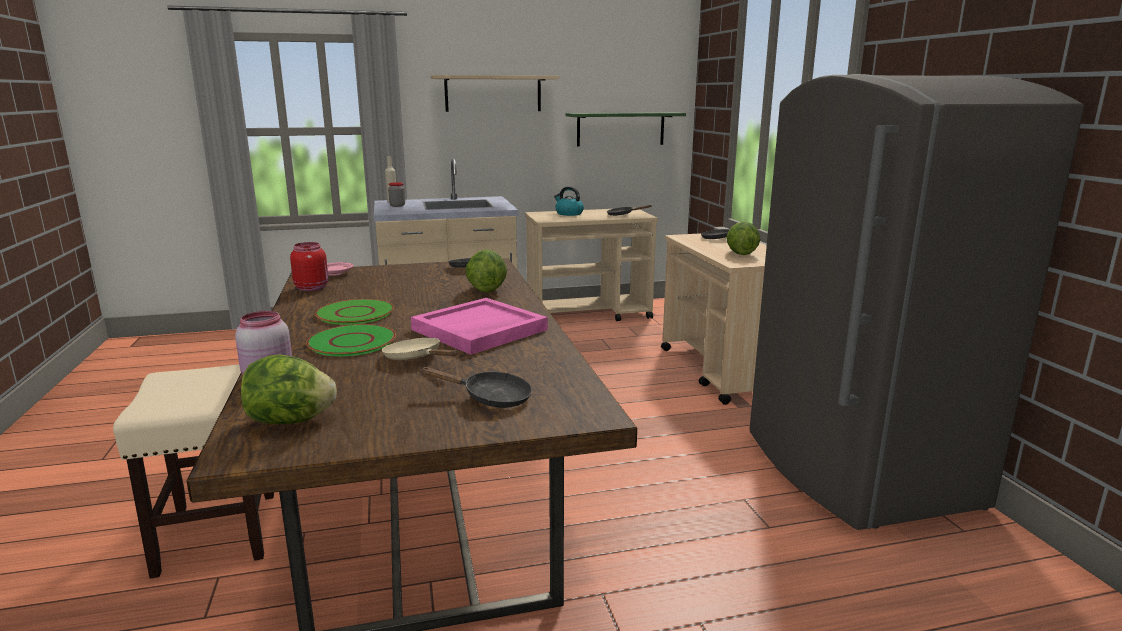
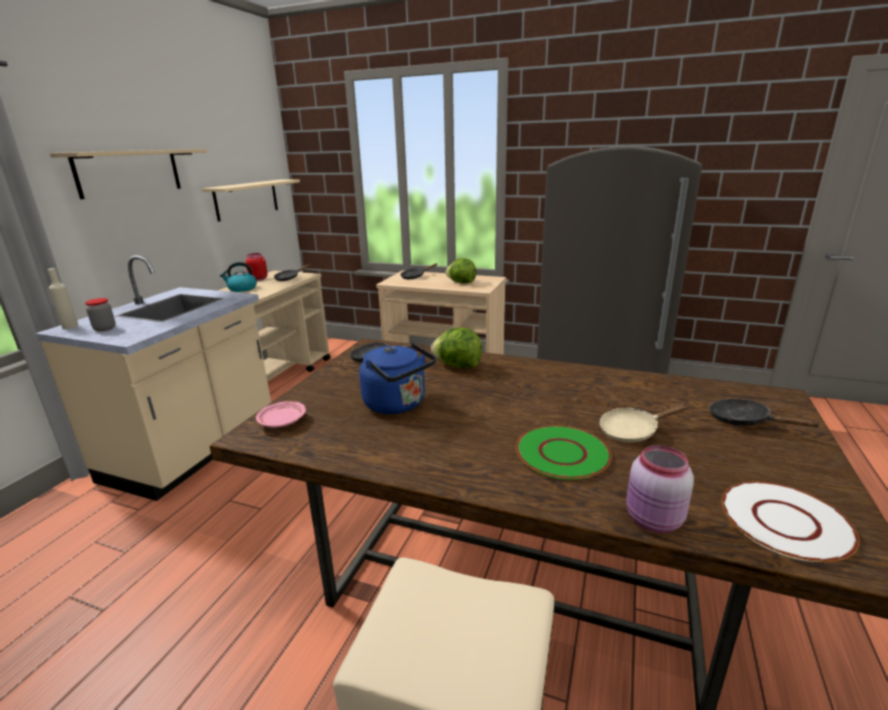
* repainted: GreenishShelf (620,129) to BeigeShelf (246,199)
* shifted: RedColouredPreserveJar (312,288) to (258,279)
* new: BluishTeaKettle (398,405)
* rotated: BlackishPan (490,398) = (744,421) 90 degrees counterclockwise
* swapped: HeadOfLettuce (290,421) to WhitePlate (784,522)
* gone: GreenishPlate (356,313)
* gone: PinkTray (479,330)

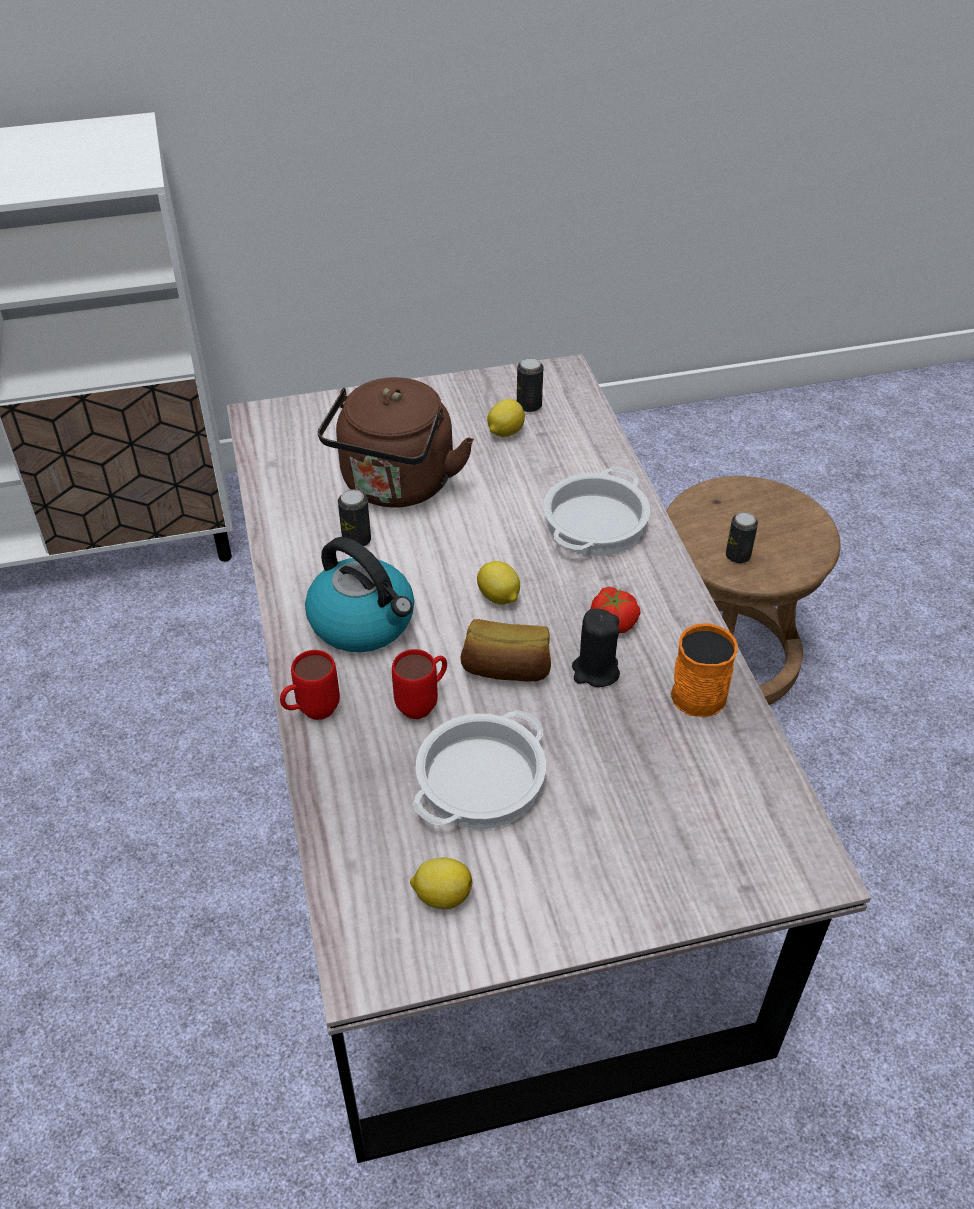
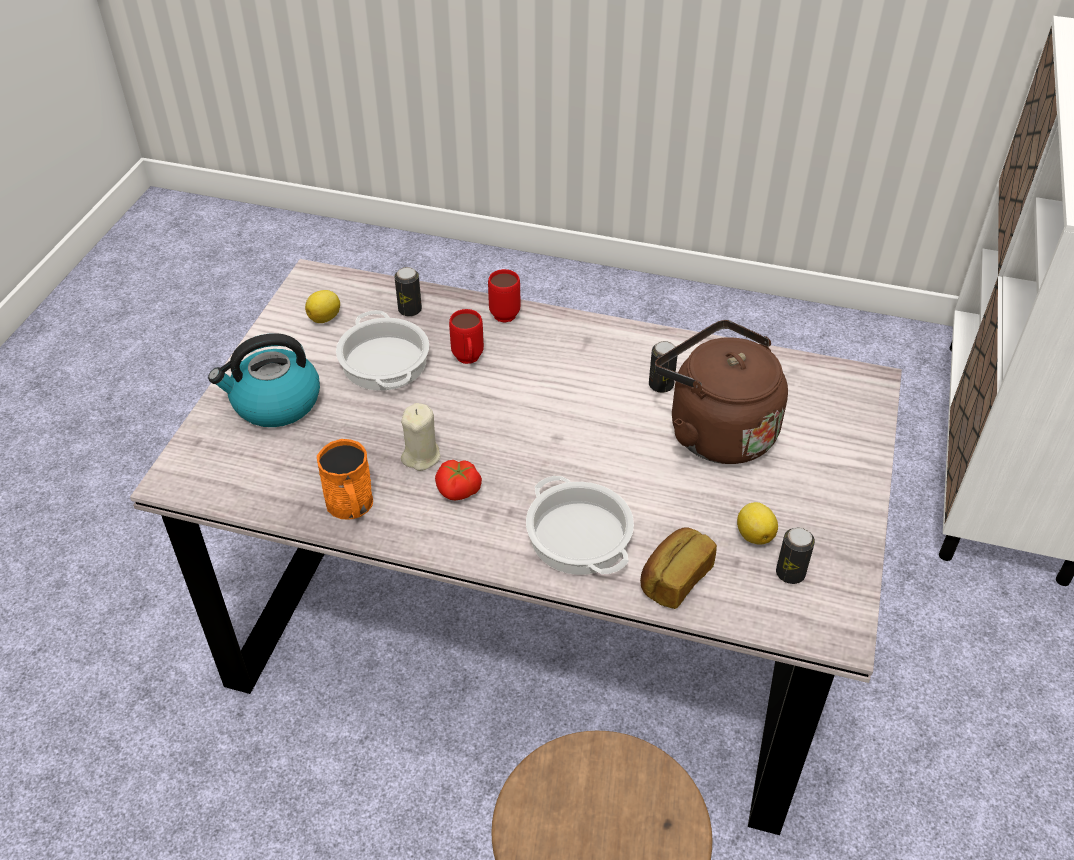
* shifted: TeaKettle (364,622) to (275,403)
* shifted: MetalCan (738,556) to (410,310)
* repainted: BlackishCandle (595,671) to BeigeCandle (421,456)
* shifted: BakedBread (506,669) to (674,578)
* gone: CitrusFruit (499,598)

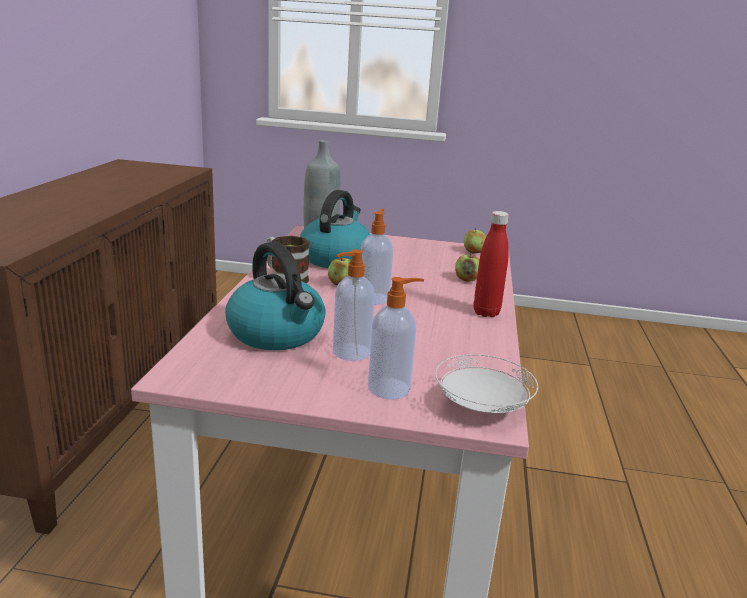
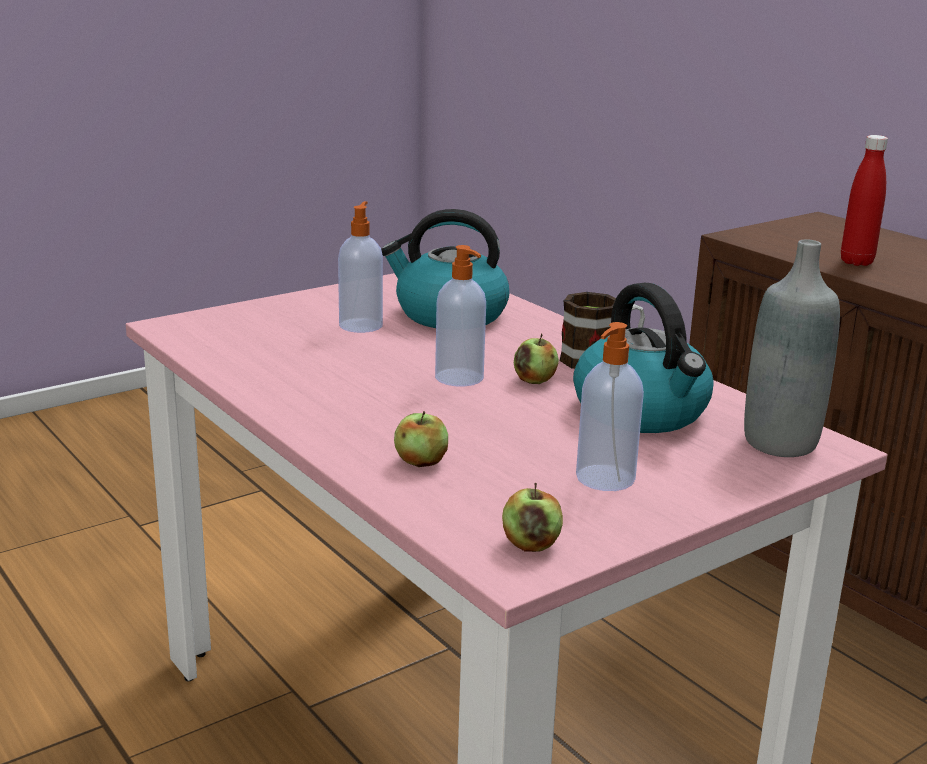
* shifted: LiquidSoapBottle (390,388) to (604,479)
* shifted: RedColouredBottle (486,313) to (856,262)
* gone: WhitePlate (482,407)

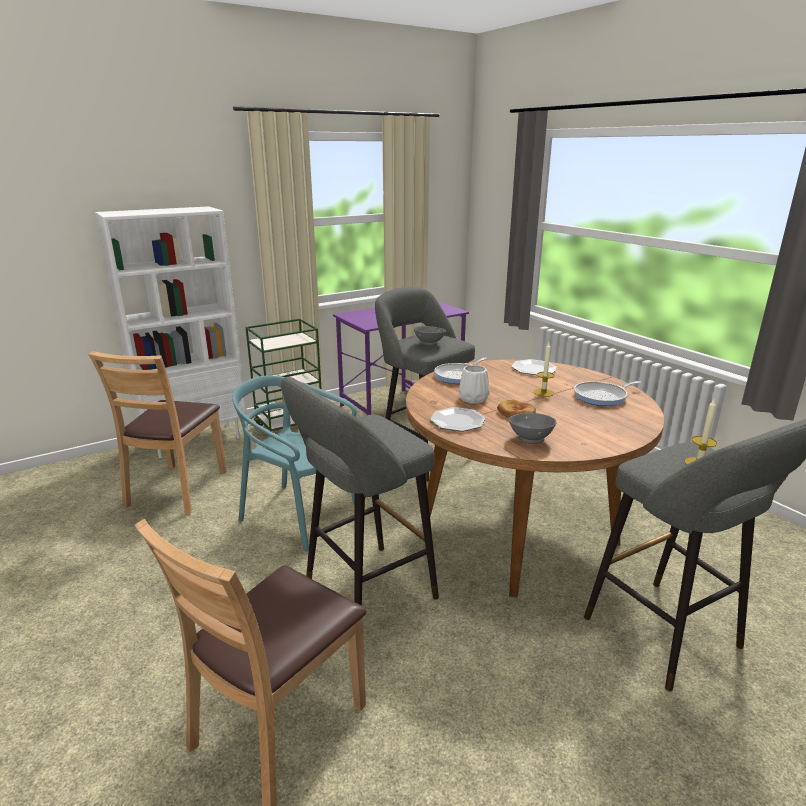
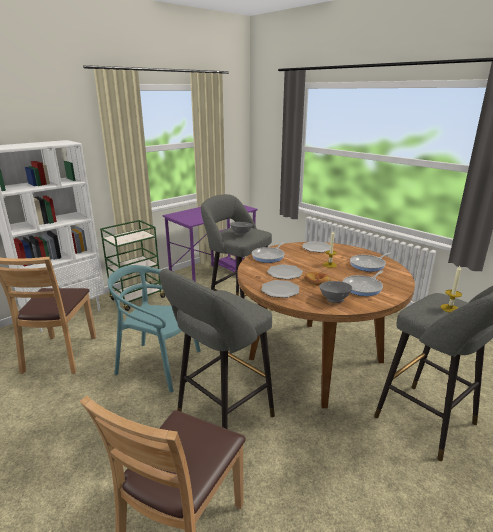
* swapped: WhiteFlowerVase (473,399) to Plate (284,273)
* new: Pan (363,287)

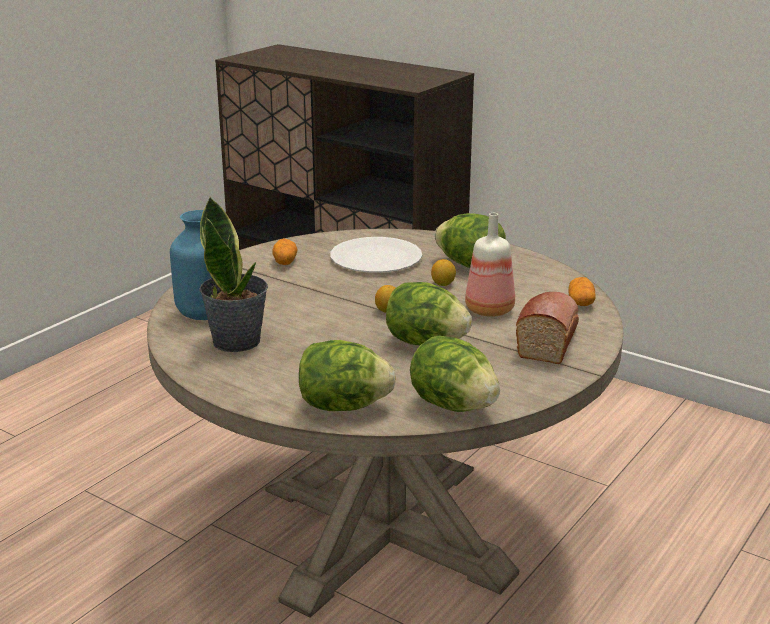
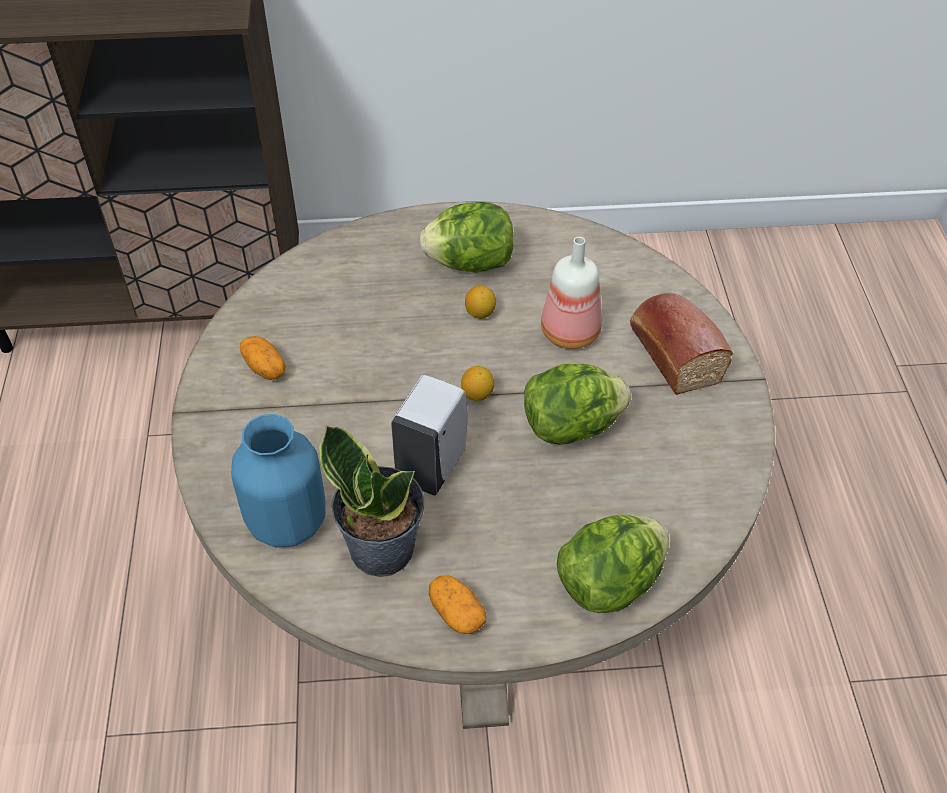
* new: WhiteLiquidSoapBottle (432,465)
* shifted: Potato (580,302) to (456,613)
* gone: WhitePlate (375,258)
* gone: HeadOfLettuce (453,405)

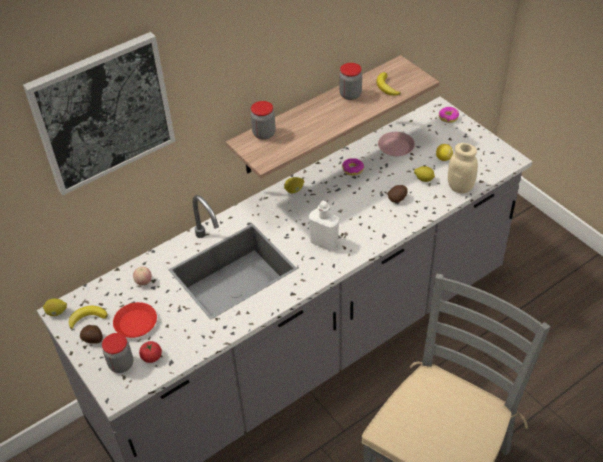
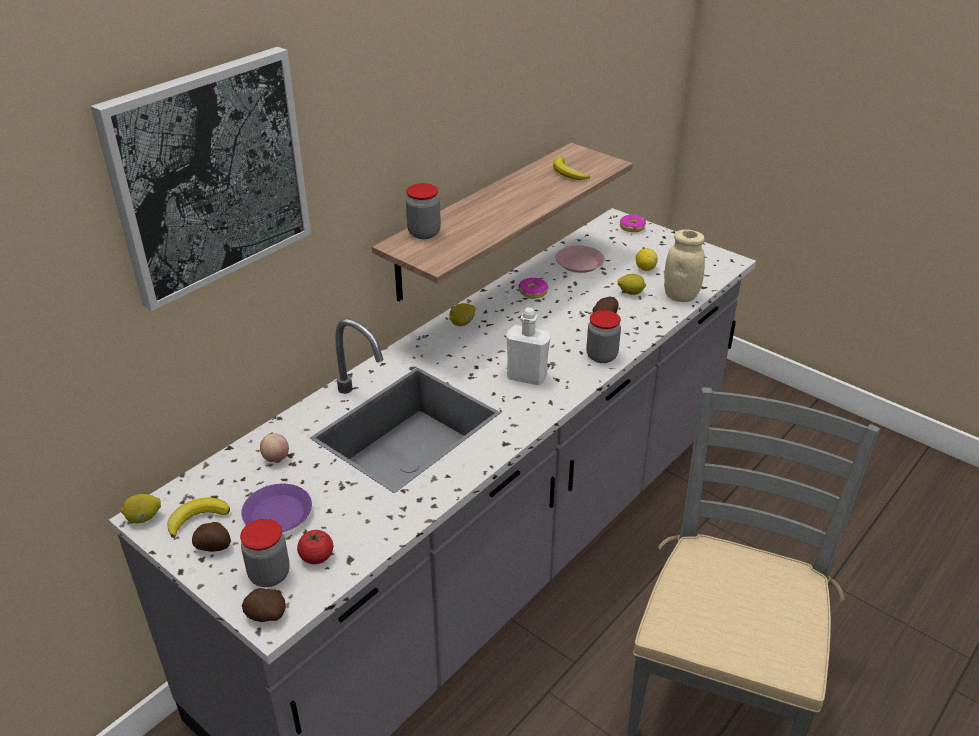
* repainted: RedColouredPlate (136,323) to PurplePlate (278,514)
* new: Potato (265,615)
* shifted: PreserveJar (350,95) to (601,356)

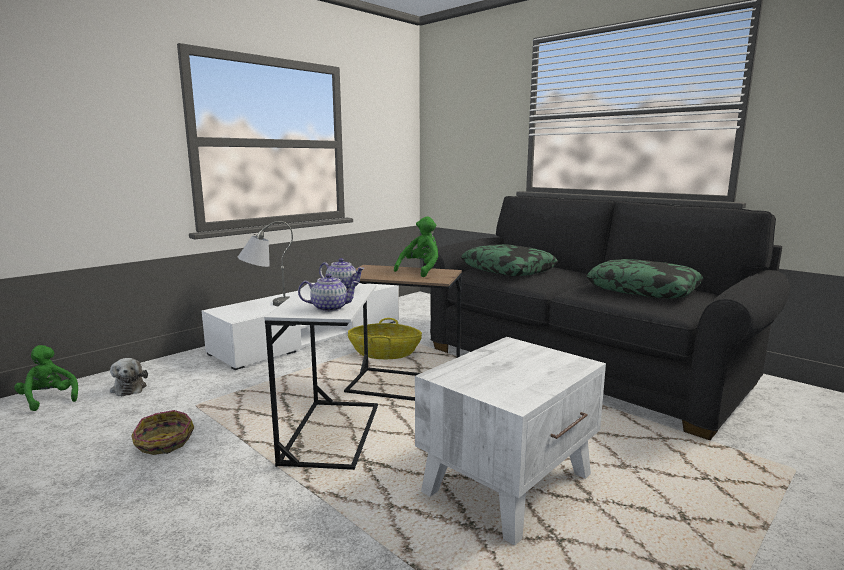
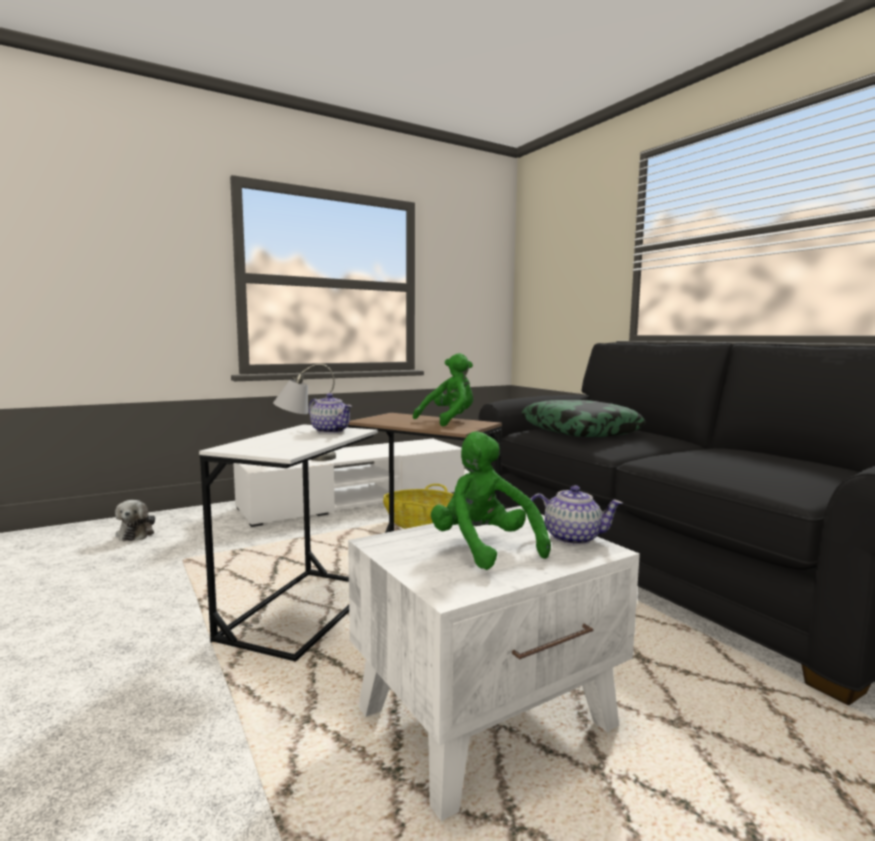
* shifted: GreenishSoftToy (49,399) to (484,548)
* shifted: TeaPot (330,308) to (572,538)
* gone: HouseholdBasket (164,443)
* gone: Cushion (643,289)

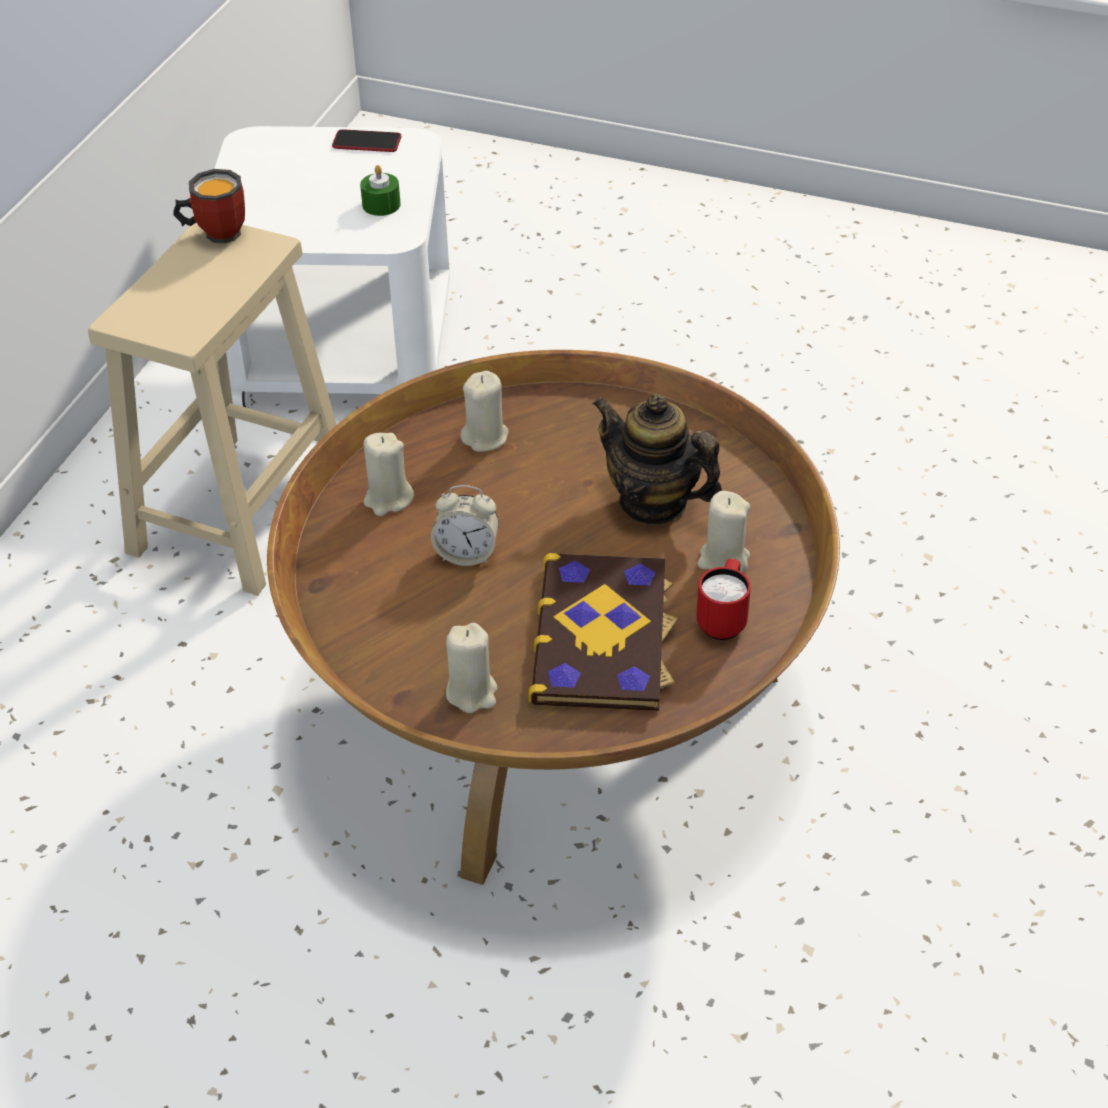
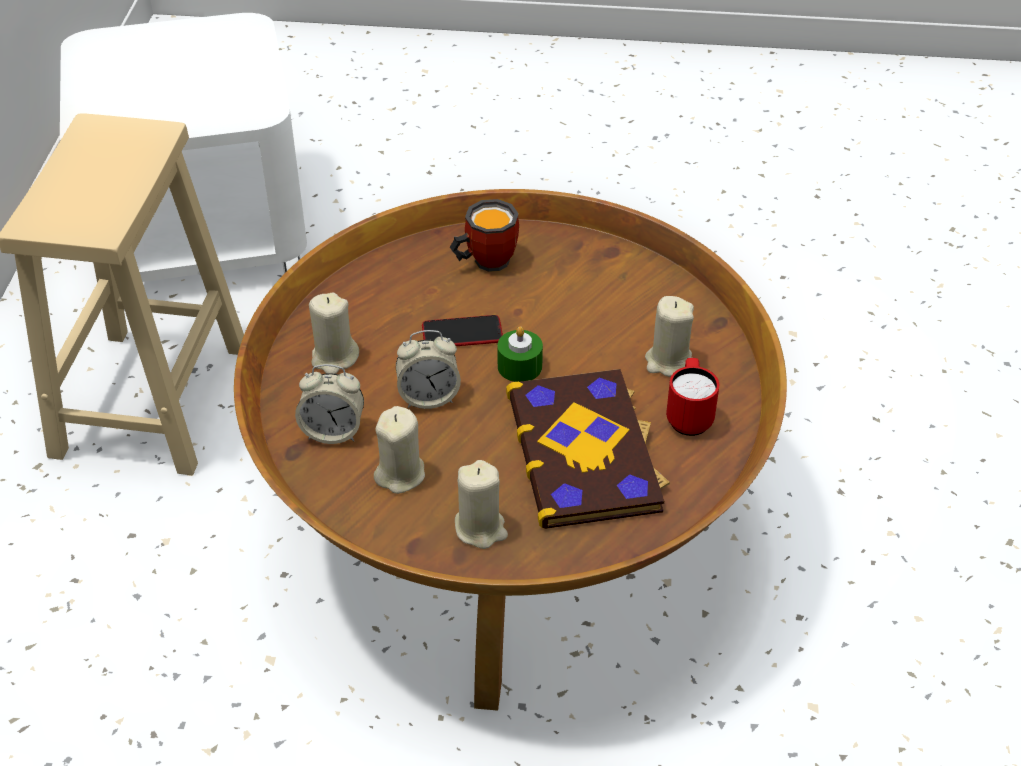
* new: AlarmClock (333,431)
* shifted: BeigeCandle (485,437) to (400,474)
* shifted: Phone (367,142) to (462,333)
* shifted: TeaMug (215,232) to (484,261)
* shifted: GreenishCandle (381,205) to (519,366)
* gone: TeaPot (653,502)

